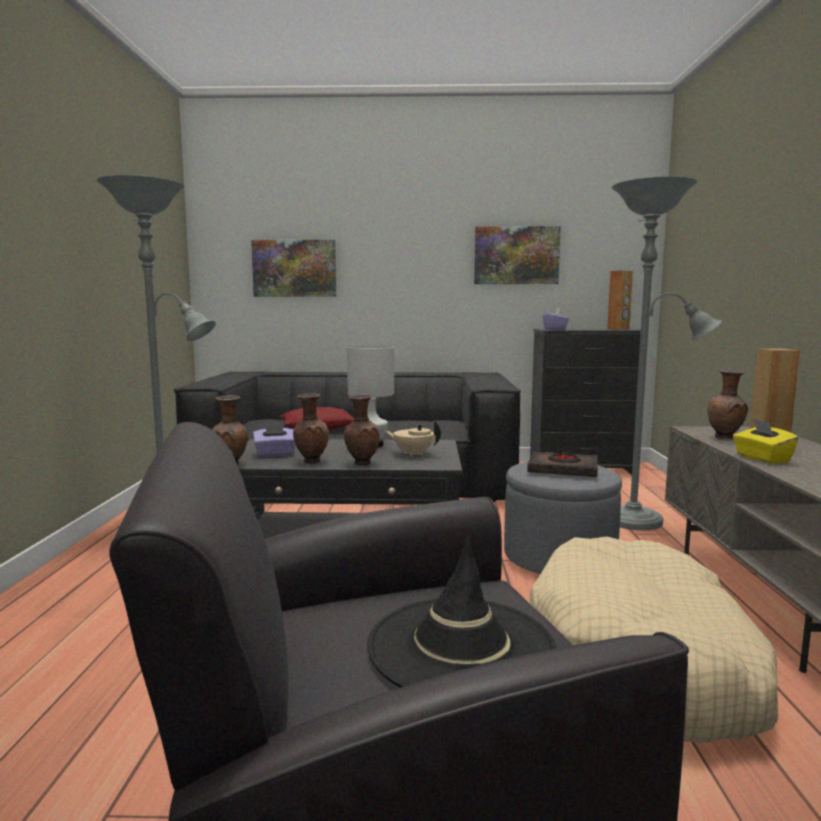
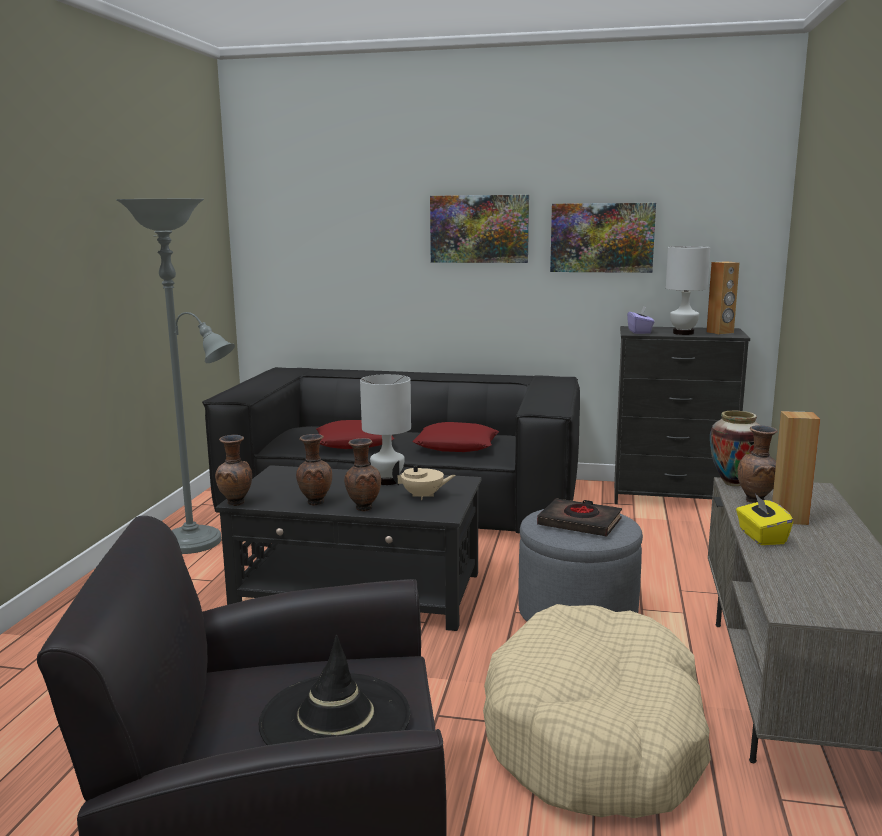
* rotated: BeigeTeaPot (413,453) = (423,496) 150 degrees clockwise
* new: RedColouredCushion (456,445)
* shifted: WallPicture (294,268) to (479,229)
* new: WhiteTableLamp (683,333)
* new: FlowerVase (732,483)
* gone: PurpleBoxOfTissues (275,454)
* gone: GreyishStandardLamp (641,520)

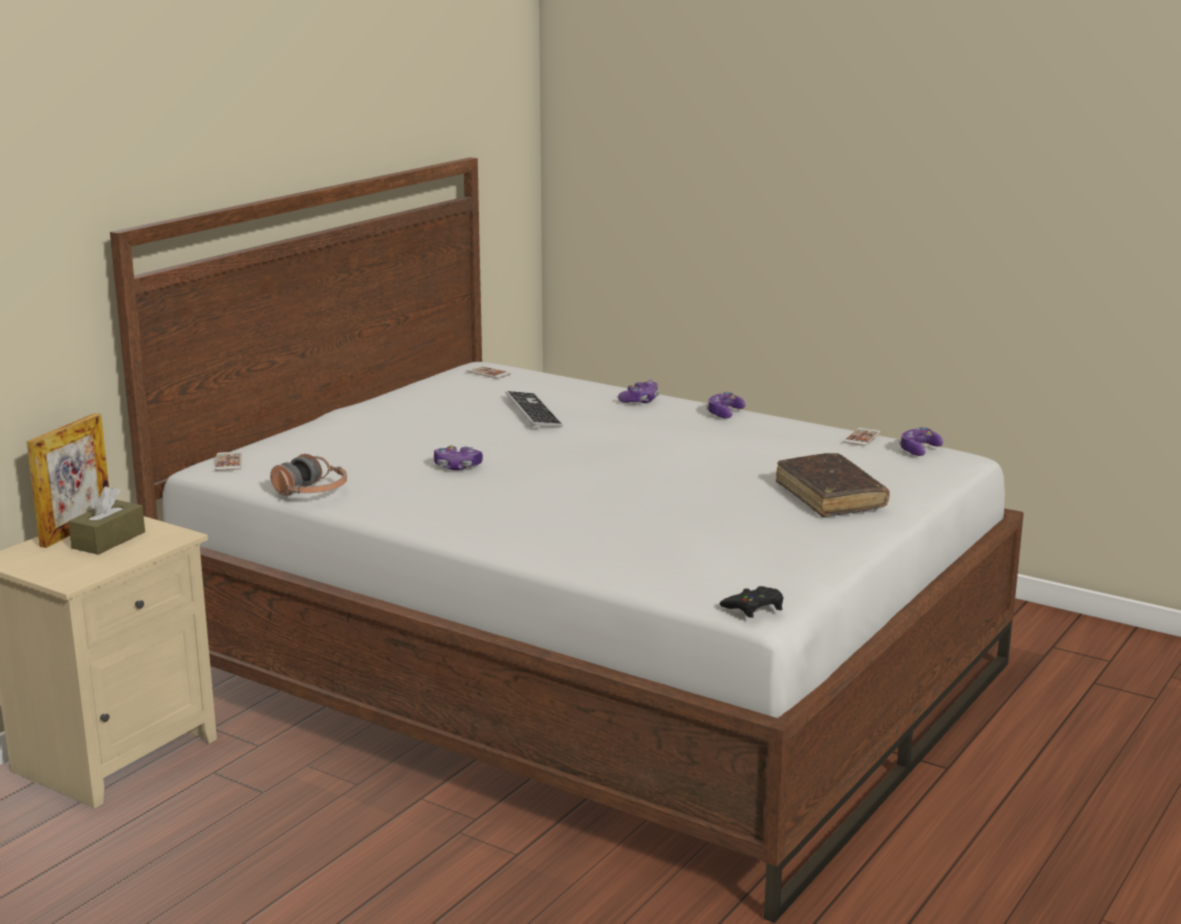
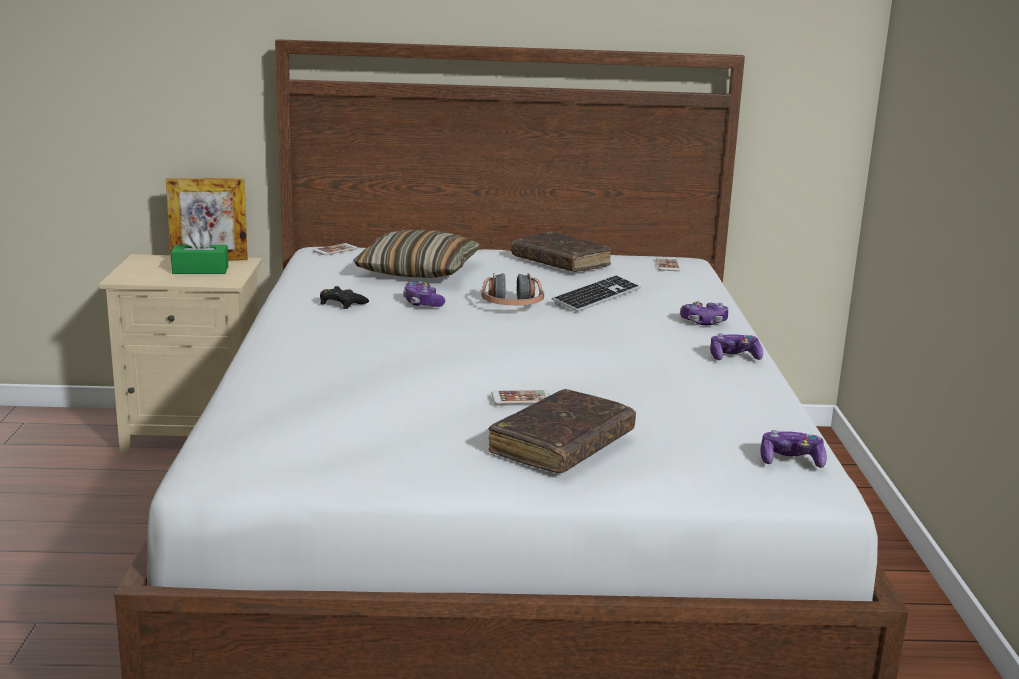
* repainted: BrownBoxOfTissues (108,540) to GreenishBoxOfTissues (200,270)
* shifted: BlackishJoypad (754,607) to (341,303)
* new: Cushion (418,271)
* shifted: PairOfHeadphones (311,492) to (511,306)
* shifted: Phone (862,437) to (522,398)
* new: BrownBook (560,262)

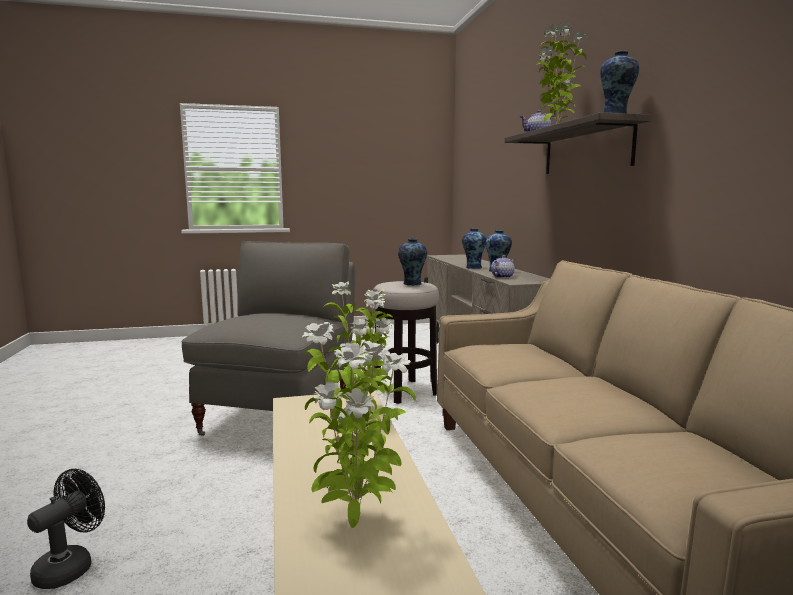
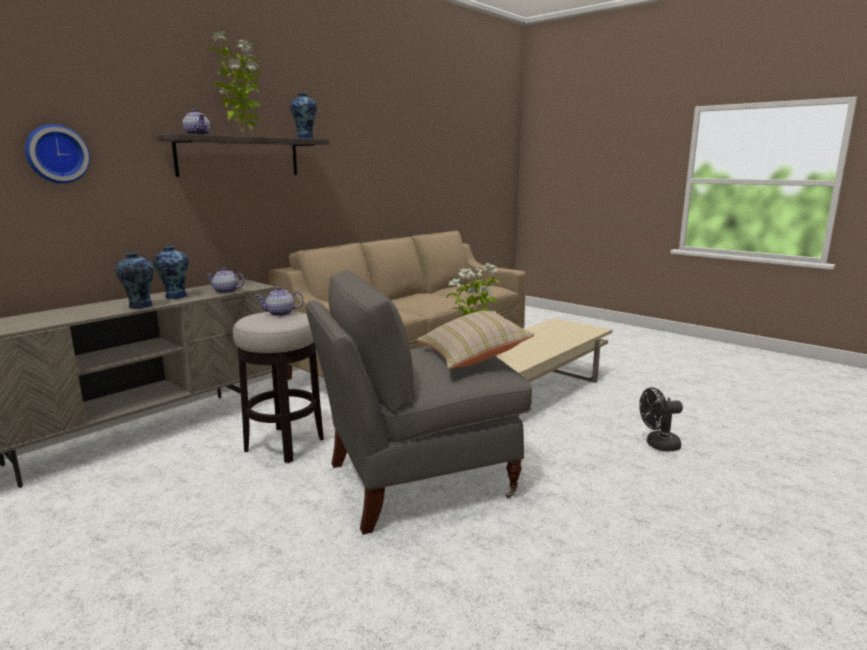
* new: WallClock (56,154)
* swapped: FlowerVase (412,284) to TeaPot (280,313)
* new: BeigeCushion (472,356)
* gone: PottedPlant (356,521)

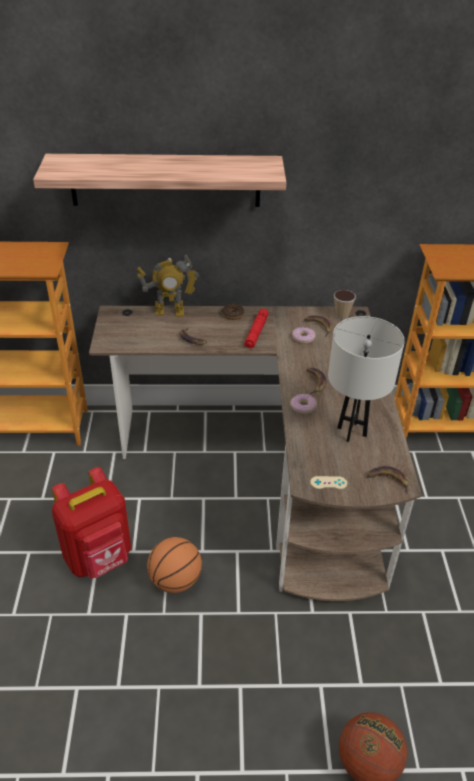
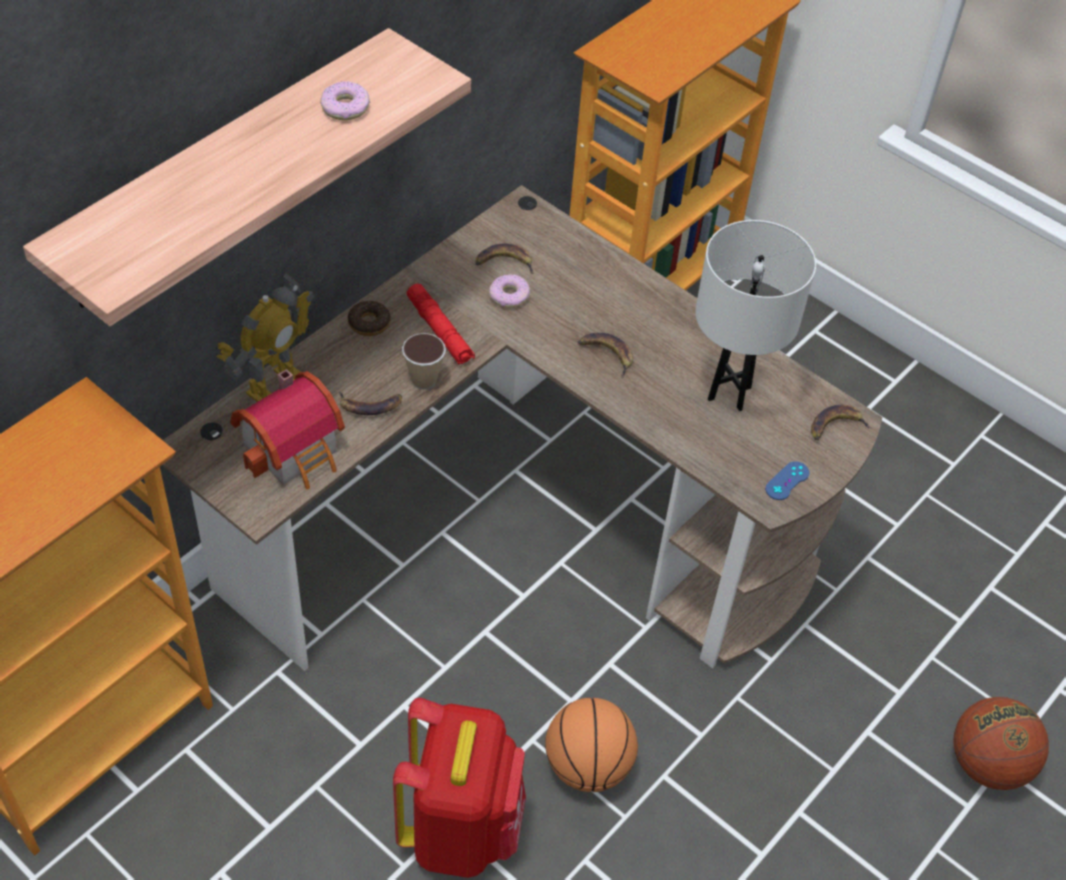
* new: ModelHouse (295,450)
* shifted: Doughnut (303,407) to (345,108)
* shifted: DrinkingCup (342,315) to (424,380)
* repainted: BeigeJoypad (328,483) to BluishJoypad (787,481)

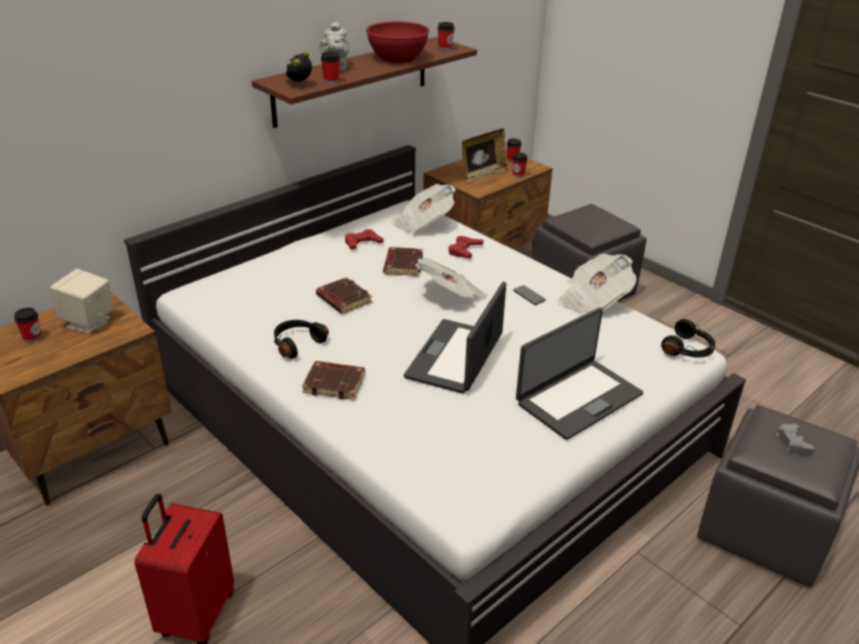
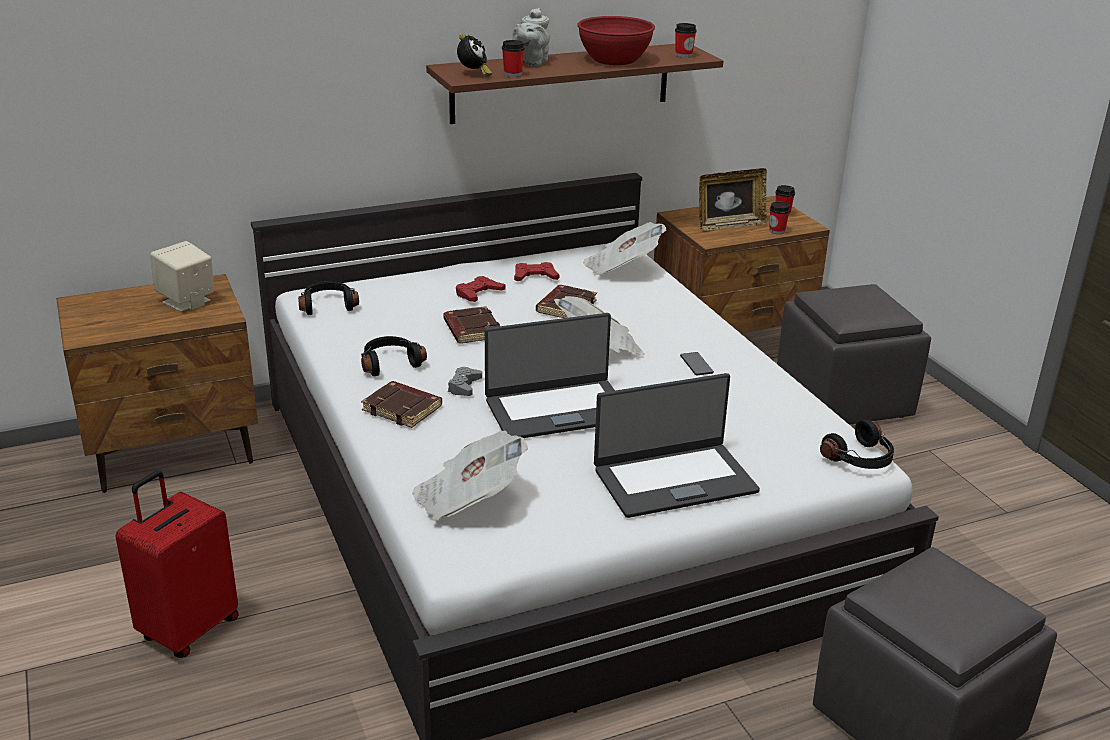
* new: BlackishPairOfHeadphones (328,305)
* shifted: PrintedPaper (593,301) to (468,499)
* shifted: GreyishJoypad (792,442) to (464,386)
* shifted: RedColouredJoypad (464,250) to (478,293)
* rotated: AlarmClock (299,85) = (473,74) 150 degrees clockwise
* rotated: Laptop (456,357) = (557,409) 150 degrees counterclockwise
* gone: DrinkingCup (32,338)

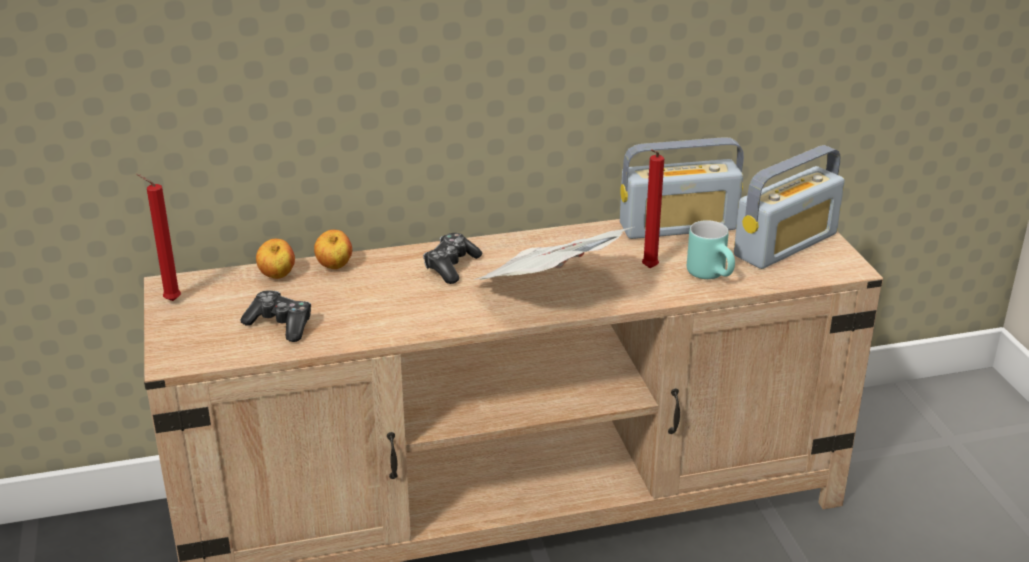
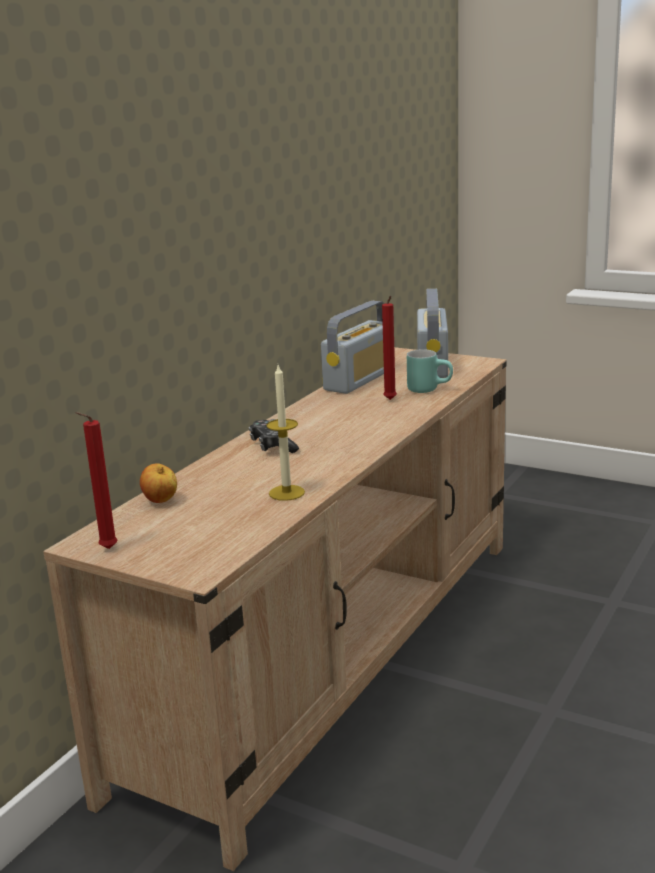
* new: Candle (286,493)
* gone: Joypad (280,324)
* gone: WholeApple (334,267)
* gone: PrintedPaper (551,290)

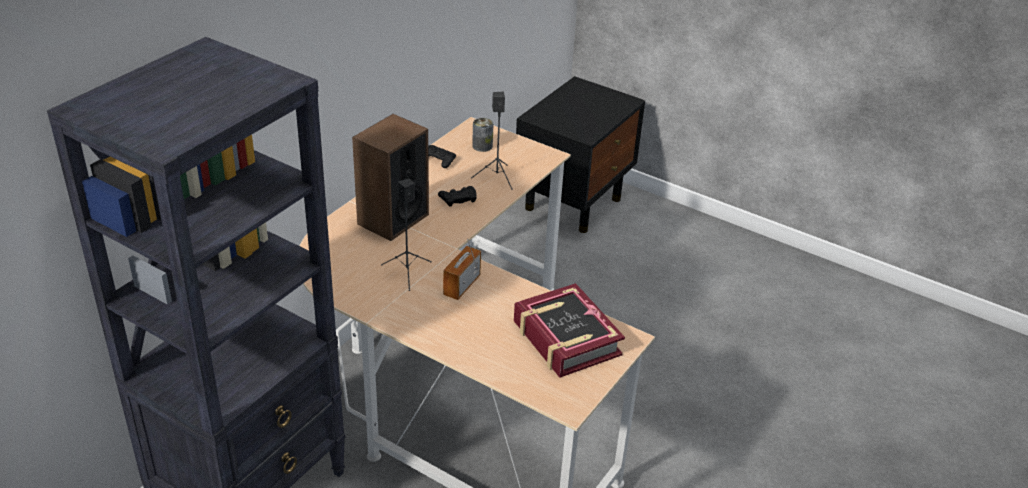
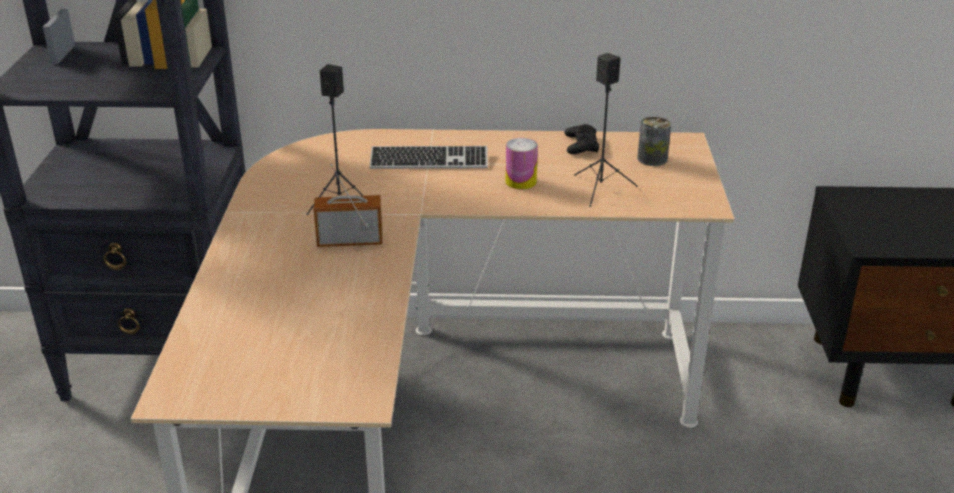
* swapped: Speaker (392,219) to Keyboard (429,161)
* swapped: BlackishJoypad (458,198) to MetalCan (520,182)
* gone: Book (565,338)

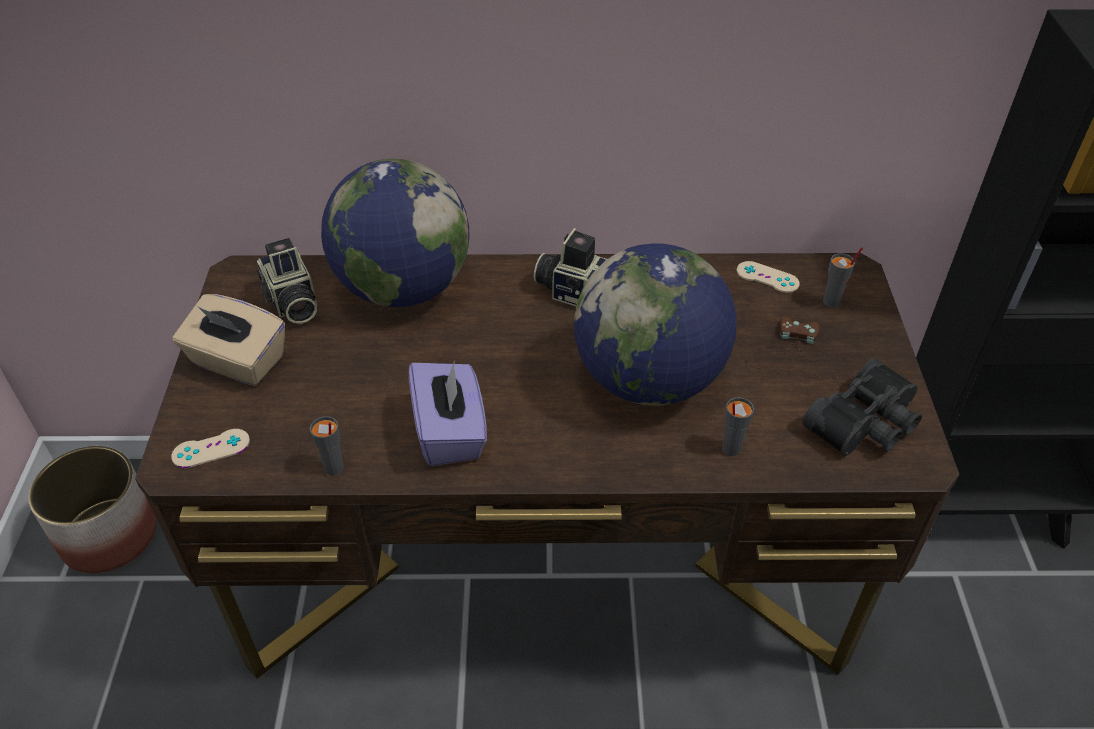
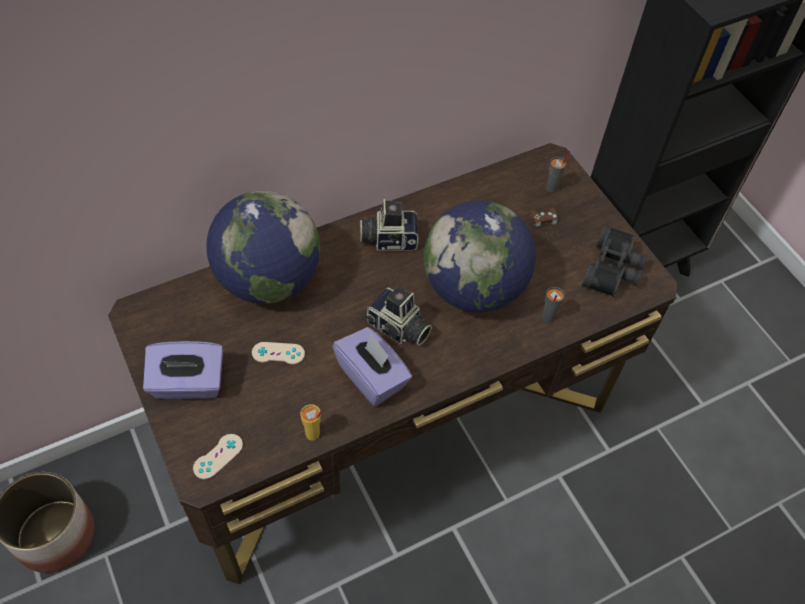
* repainted: BeigeBoxOfTissues (237,362) to PurpleBoxOfTissues (188,384)
* shifted: BeigeJoypad (767,277) to (278,353)
* repainted: GreyishDrinkingCup (334,468) to YellowColouredDrinkingCup (313,434)
* shifted: PhotoCamera (291,303) to (398,329)

